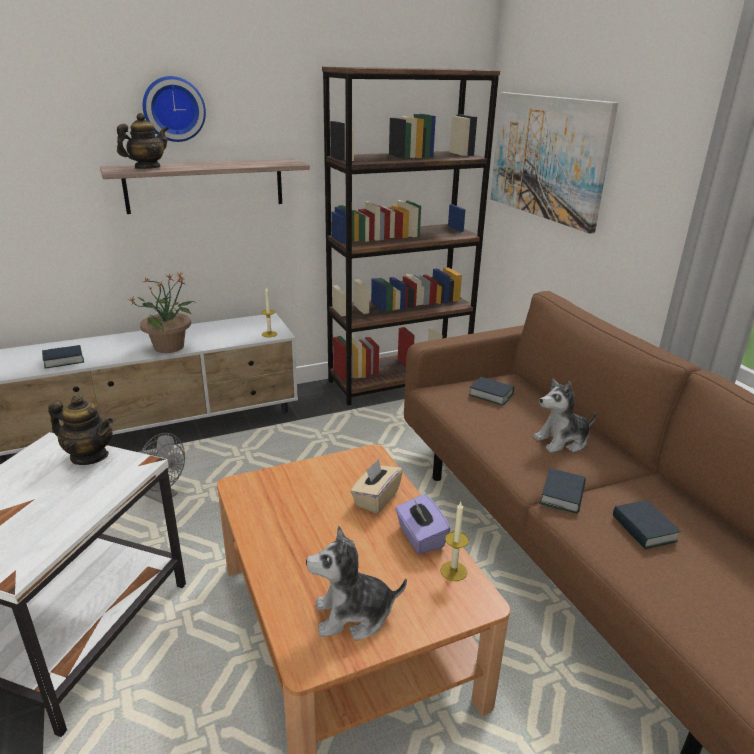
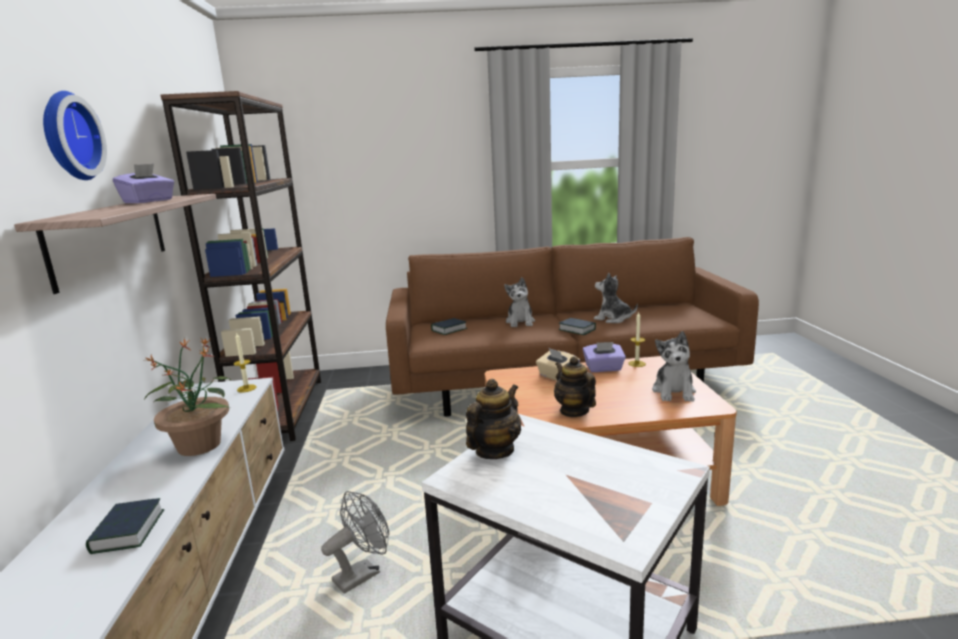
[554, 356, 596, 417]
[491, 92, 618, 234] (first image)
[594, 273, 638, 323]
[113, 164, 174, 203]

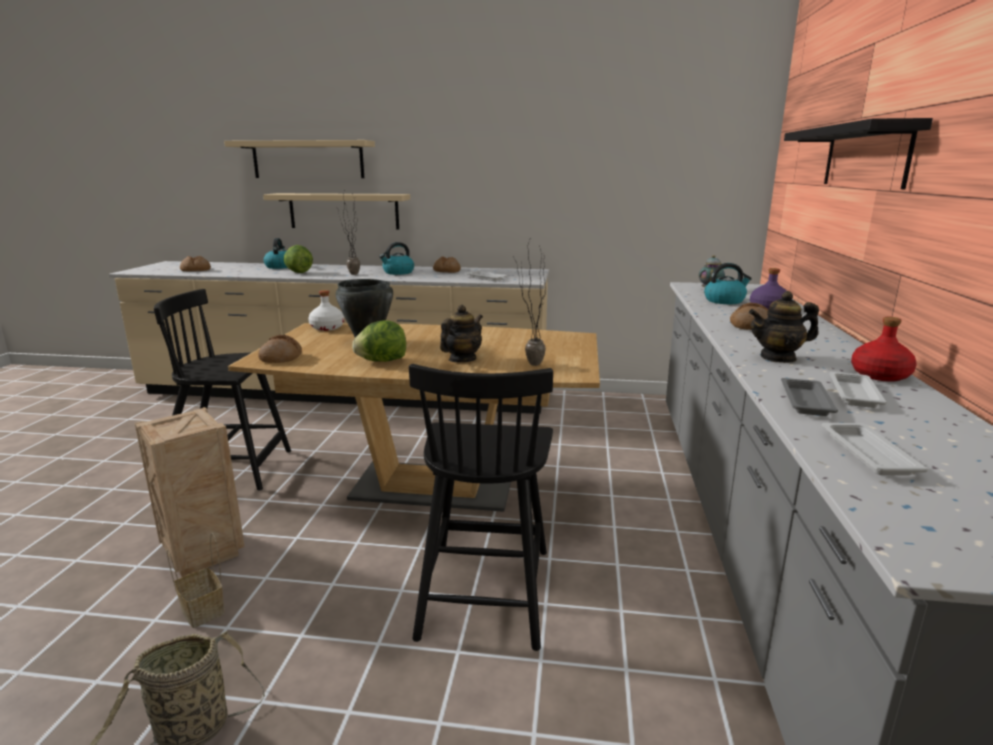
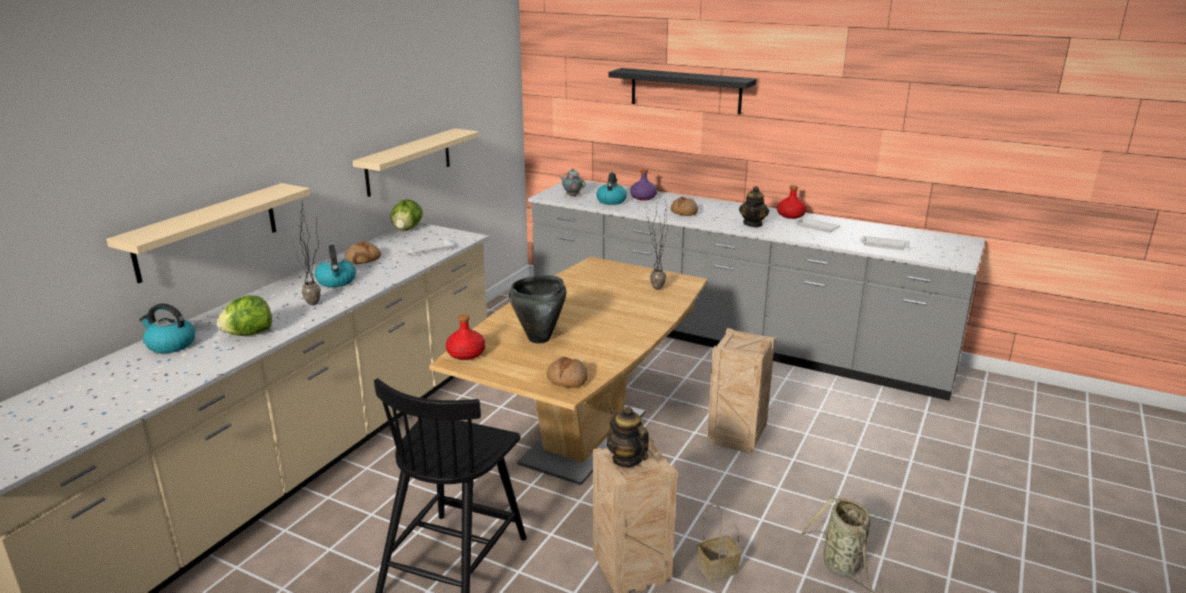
[180, 256, 211, 271] (first image)
[353, 128, 479, 197]
[446, 314, 485, 360]
[391, 199, 423, 231]
[707, 328, 775, 454]
[607, 407, 649, 468]
[781, 378, 838, 416] (first image)

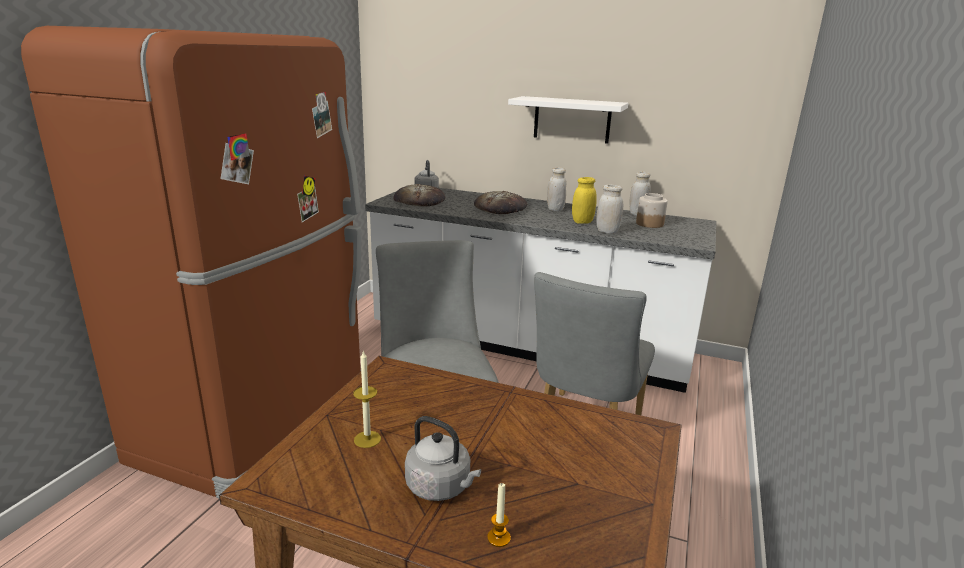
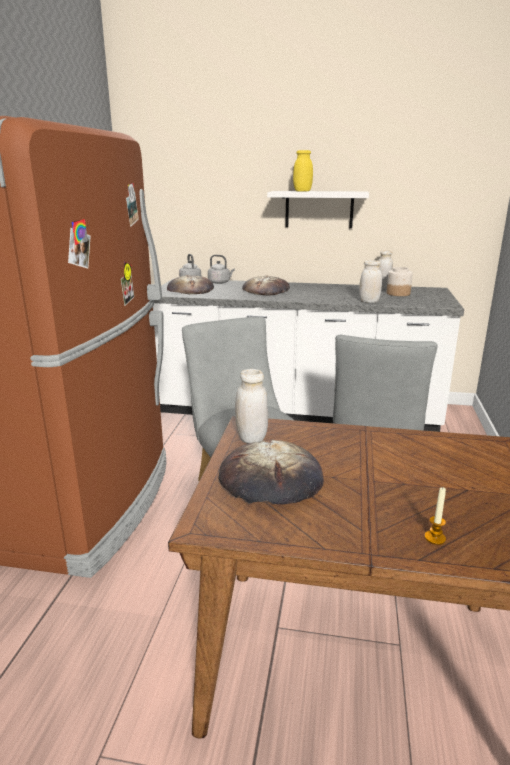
[219, 439, 324, 504]
[208, 255, 235, 284]
[235, 369, 268, 443]
[293, 150, 313, 192]

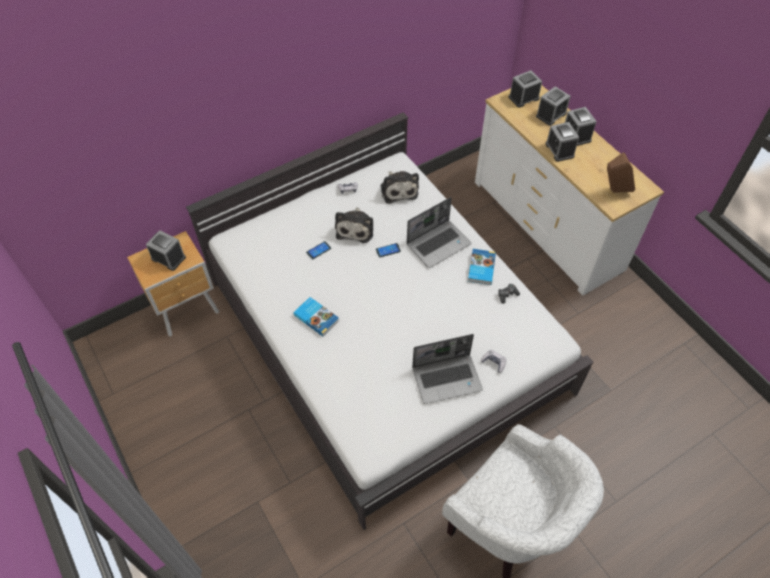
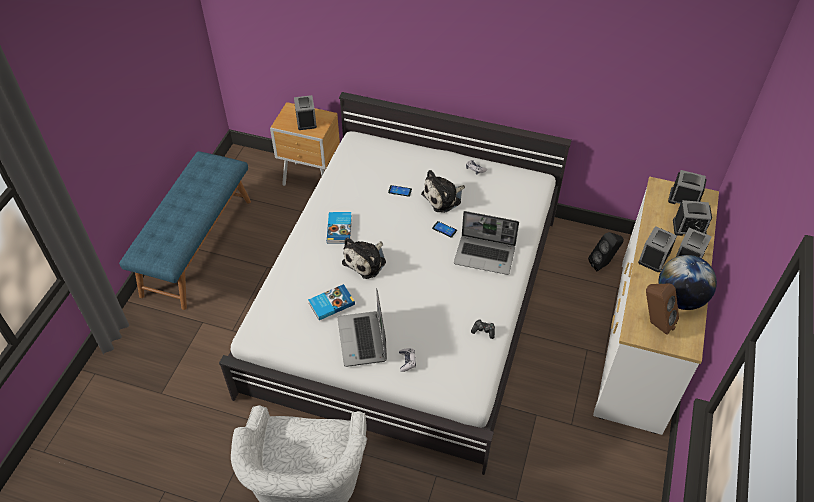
[342, 238, 386, 279]
[338, 288, 387, 367]
[308, 284, 355, 320]
[119, 151, 251, 310]
[588, 232, 624, 271]
[659, 255, 717, 310]

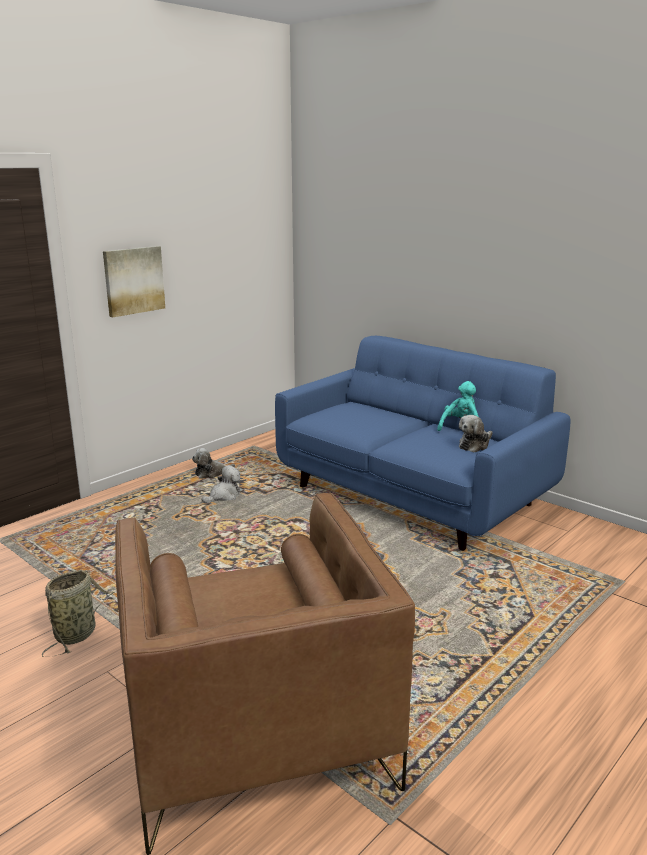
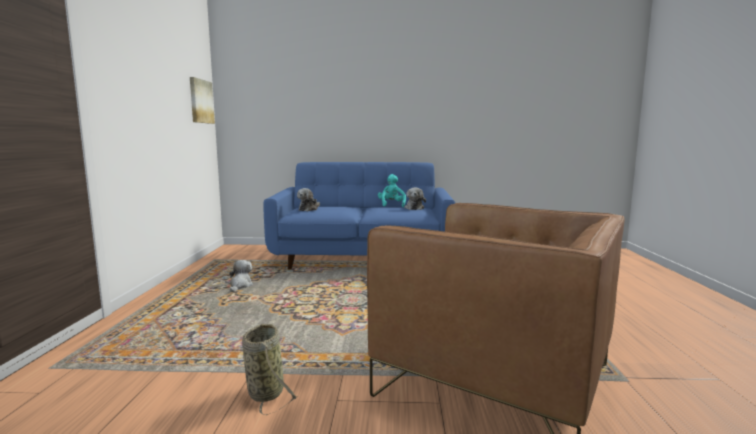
[190, 77, 215, 124]
[297, 188, 320, 211]

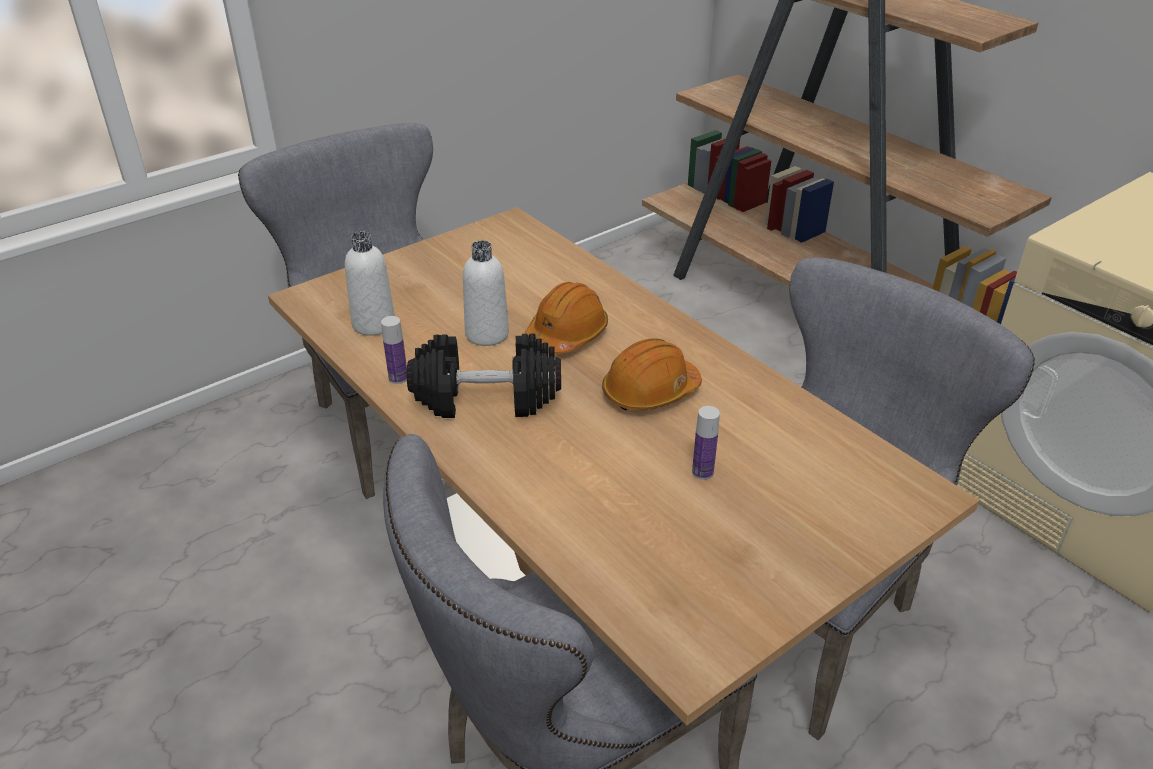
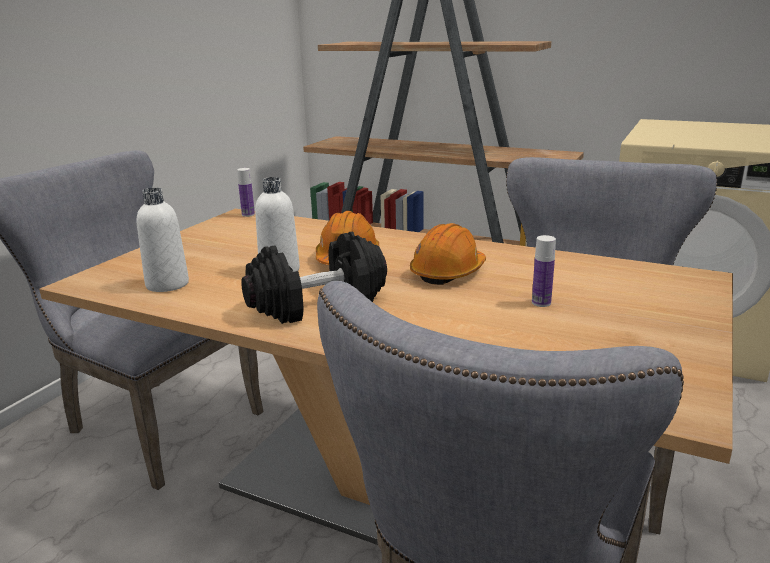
[237, 168, 255, 217]

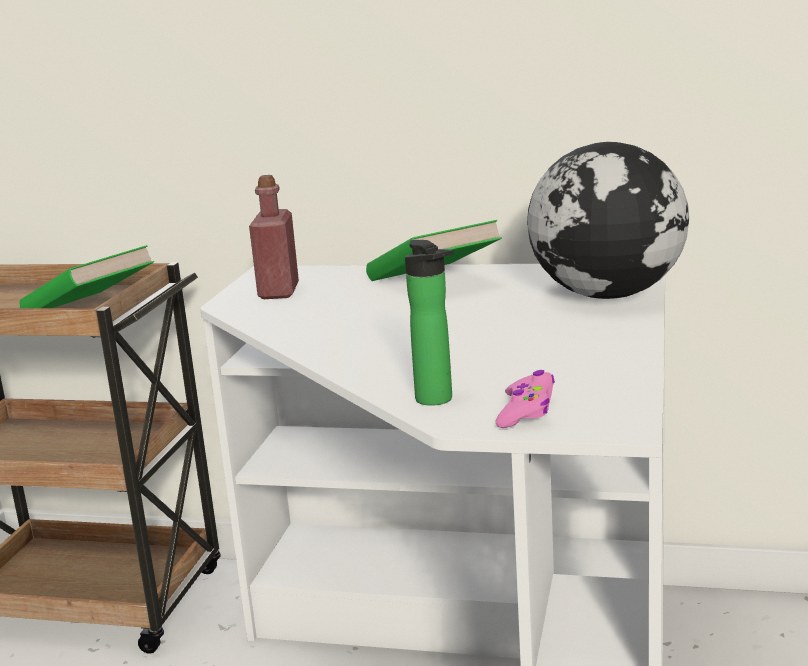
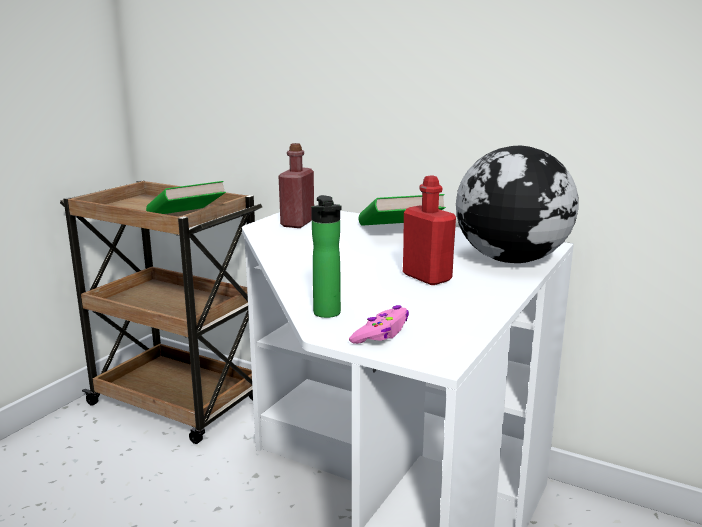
[403, 175, 456, 285]

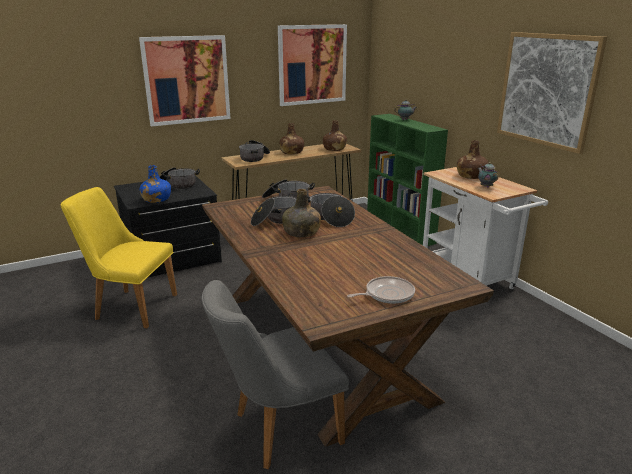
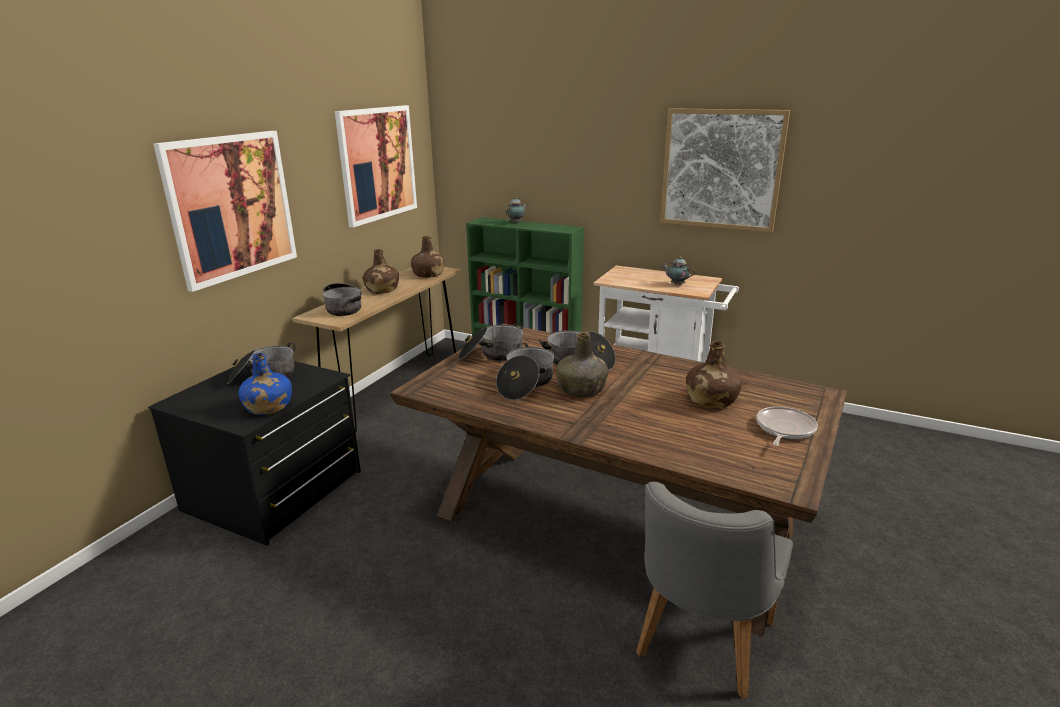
[61, 187, 177, 328] (first image)
[686, 341, 742, 408]

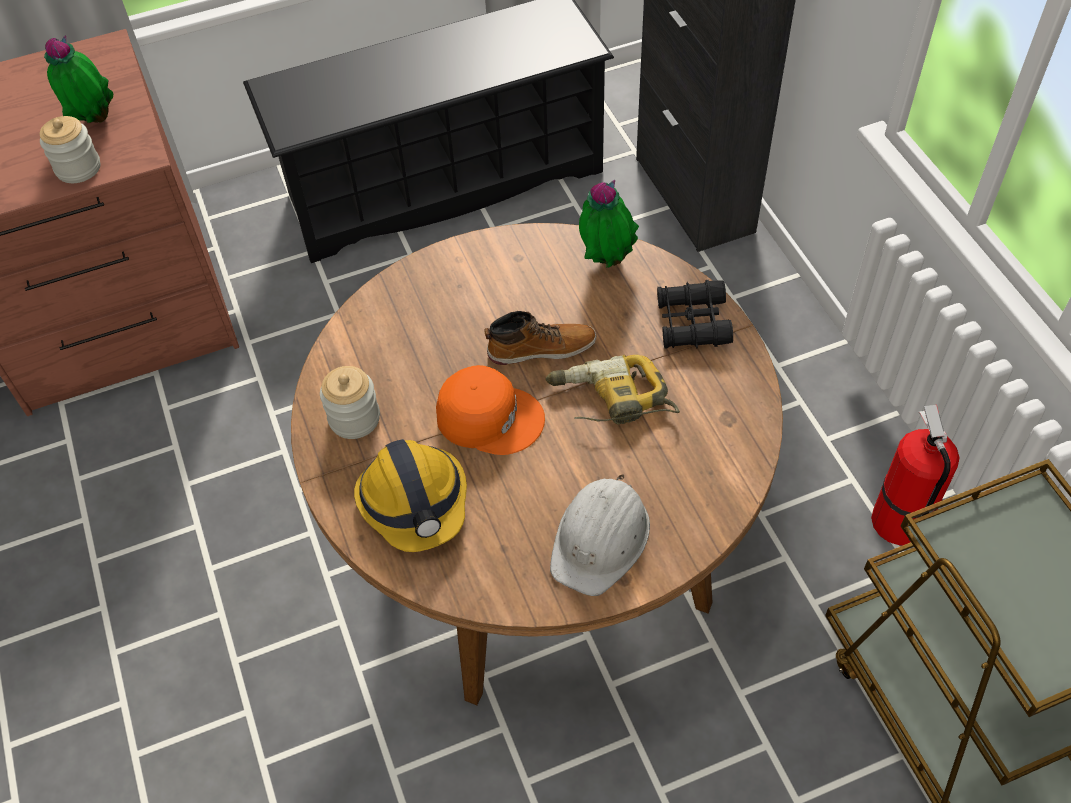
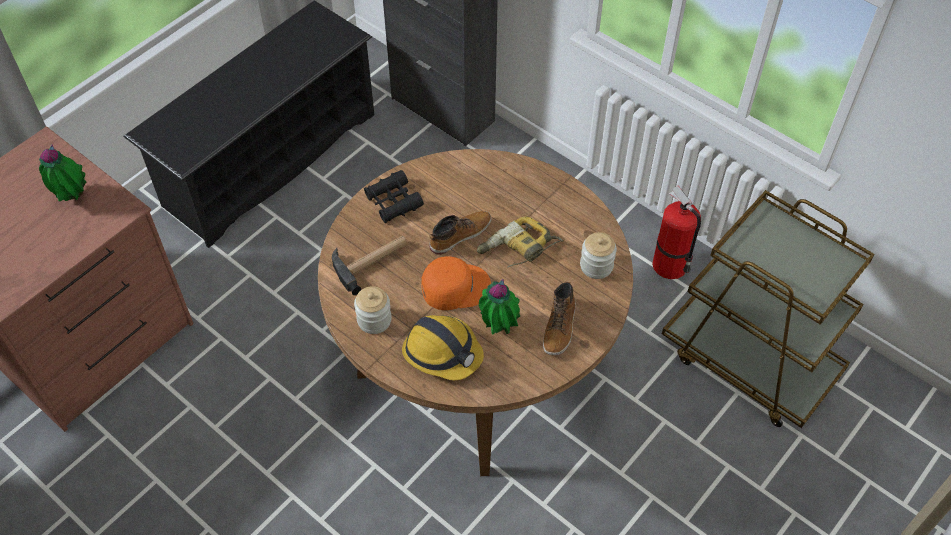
[580, 232, 617, 279]
[543, 281, 576, 356]
[479, 279, 520, 335]
[364, 170, 424, 223]
[332, 235, 407, 295]

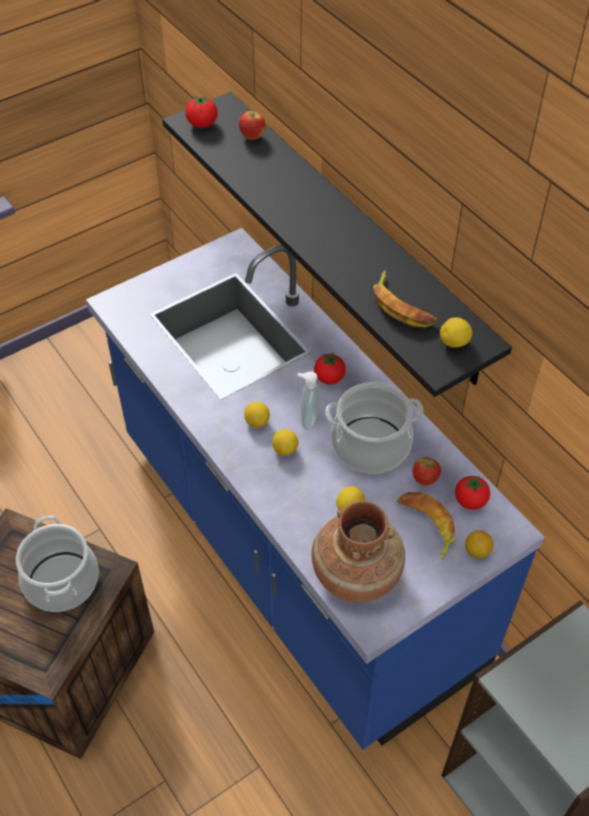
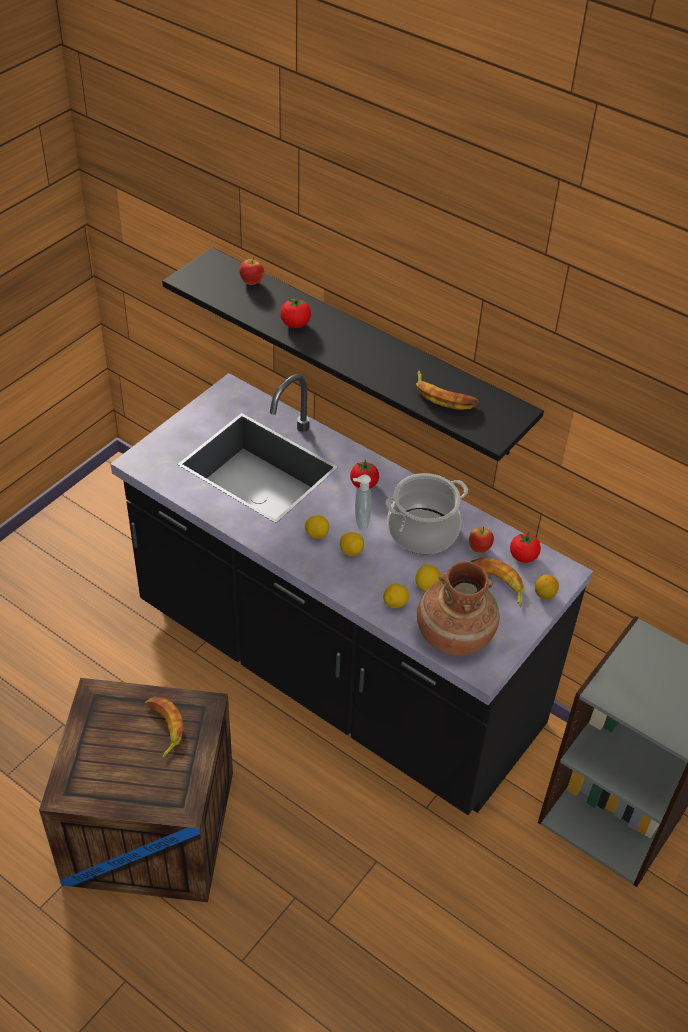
[145, 697, 183, 758]
[111, 373, 593, 815]
[280, 296, 311, 328]
[383, 584, 409, 608]

